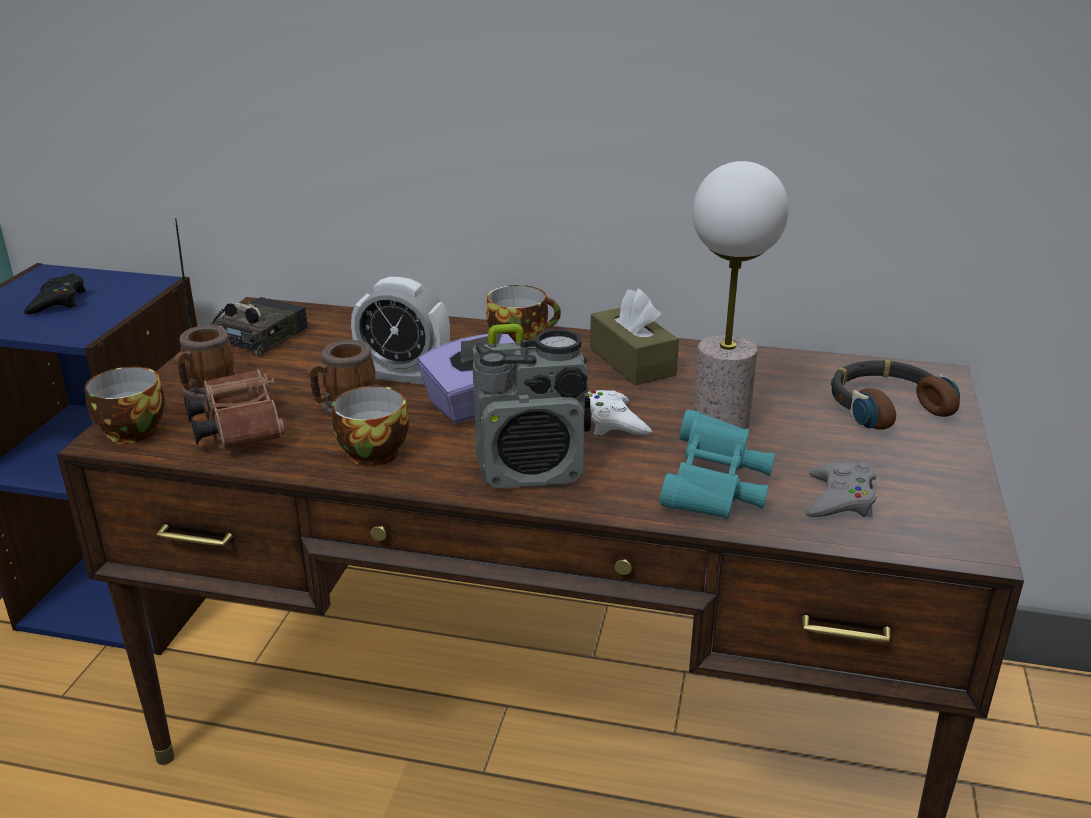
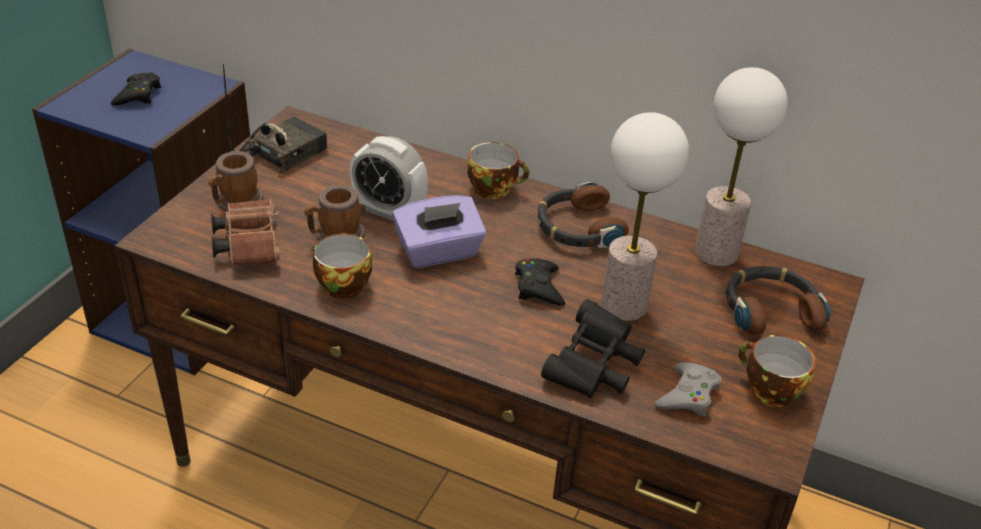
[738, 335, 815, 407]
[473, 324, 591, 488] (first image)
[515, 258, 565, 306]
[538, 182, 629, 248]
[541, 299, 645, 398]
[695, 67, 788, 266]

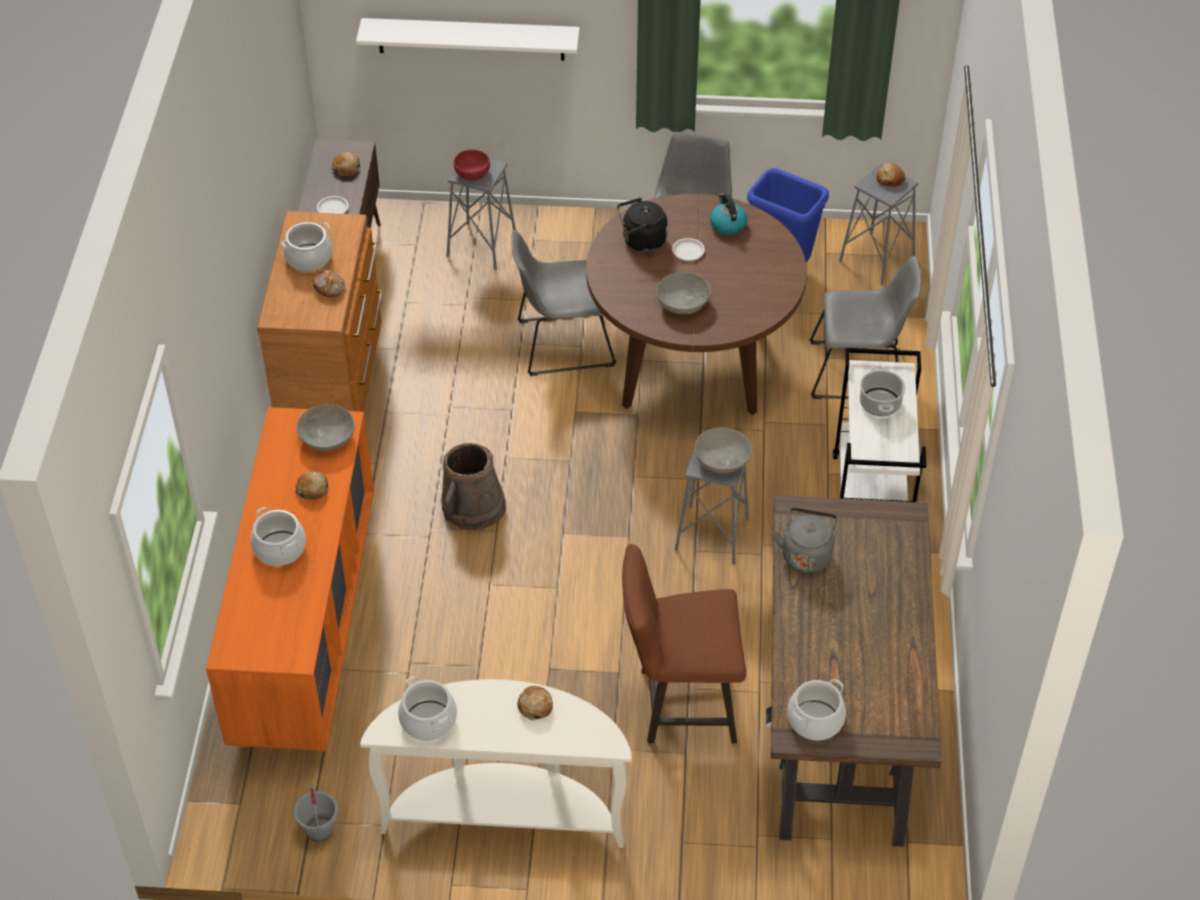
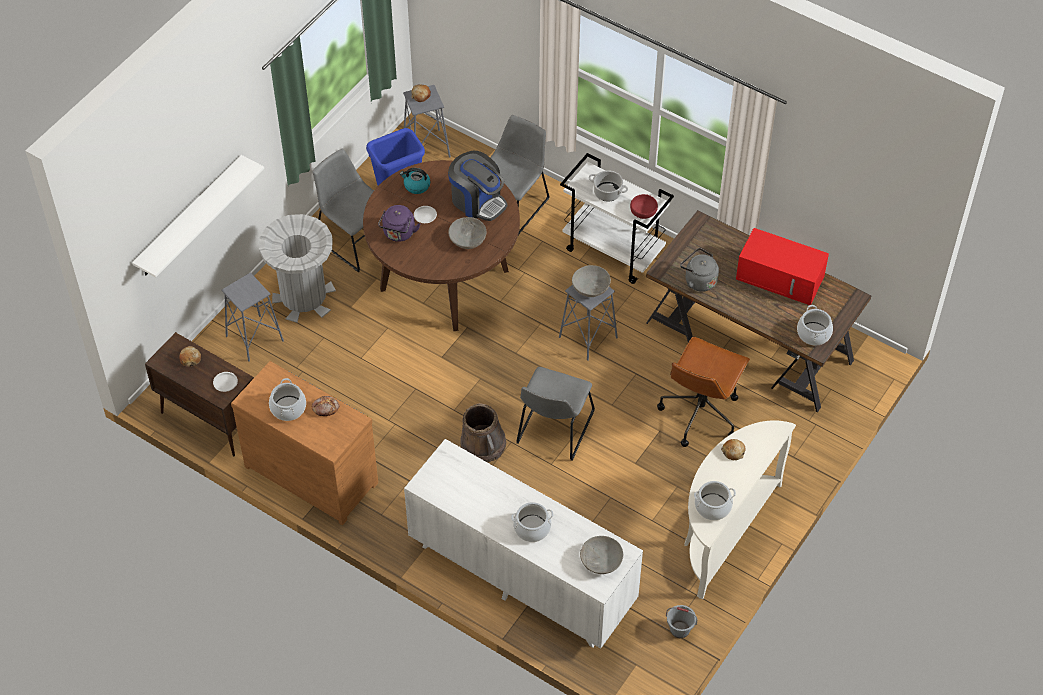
[404, 439, 643, 649]
[295, 471, 329, 500] (first image)
[580, 536, 623, 574]
[630, 194, 658, 219]
[516, 367, 595, 461]
[378, 205, 420, 242]
[657, 336, 750, 447]
[259, 214, 336, 323]
[448, 151, 508, 221]
[736, 228, 829, 305]

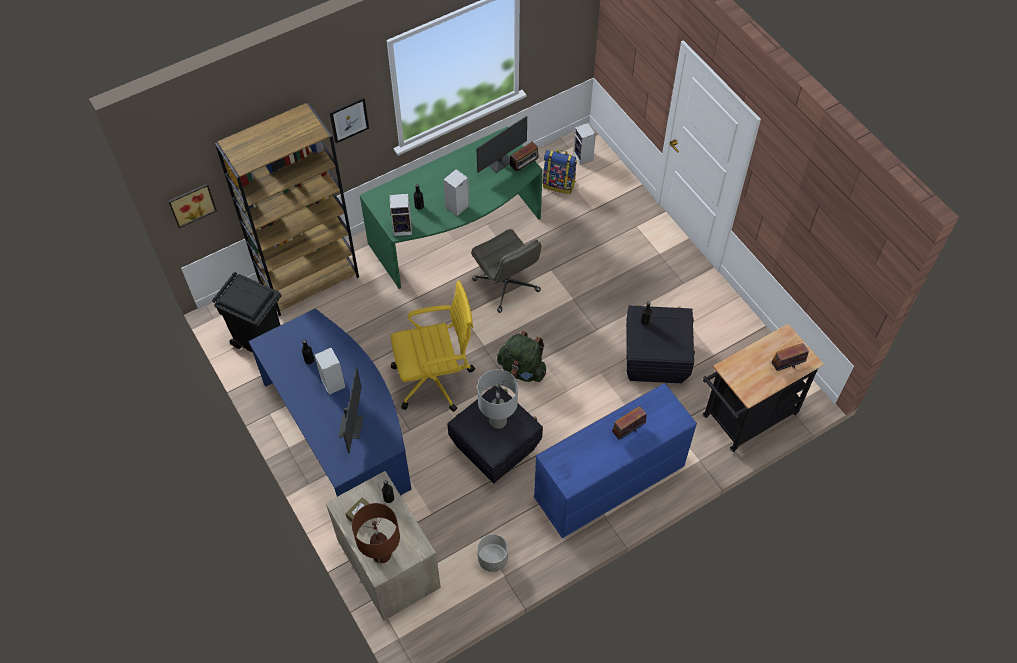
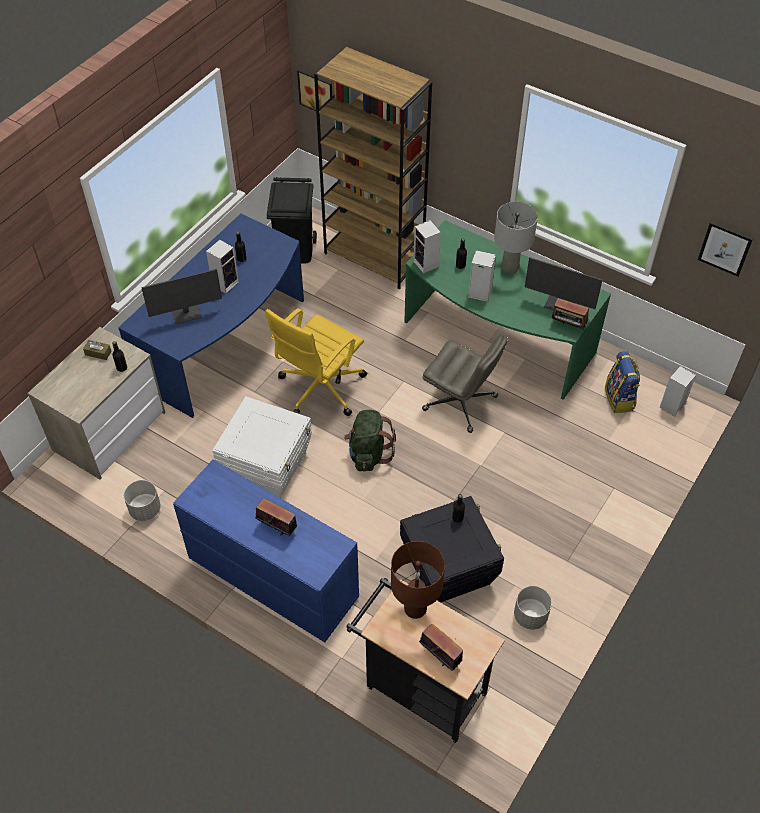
[698, 222, 753, 277]
[391, 541, 445, 619]
[265, 308, 367, 416]
[212, 396, 312, 498]
[422, 335, 508, 433]
[494, 202, 538, 274]
[514, 586, 552, 630]

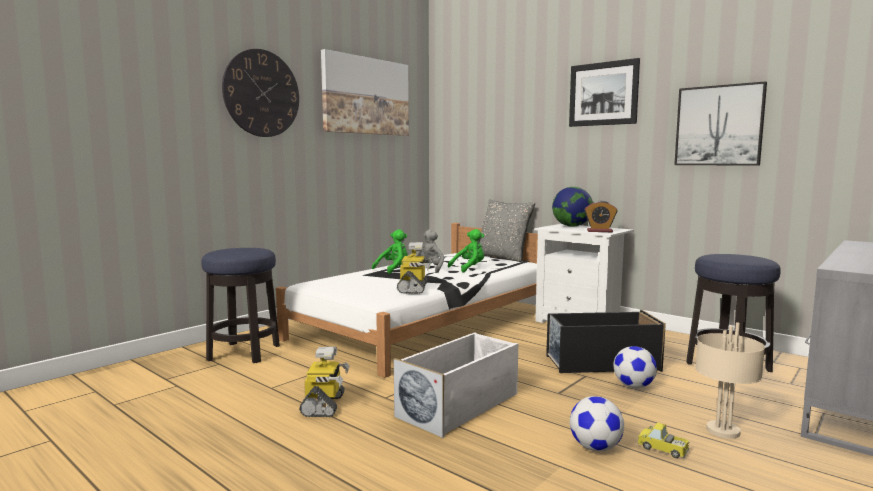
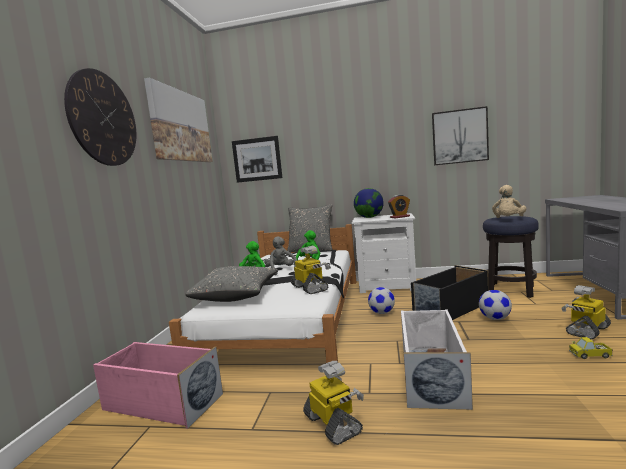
[93, 342, 223, 429]
[232, 136, 282, 183]
[368, 287, 395, 314]
[561, 285, 611, 339]
[185, 266, 277, 302]
[492, 185, 526, 218]

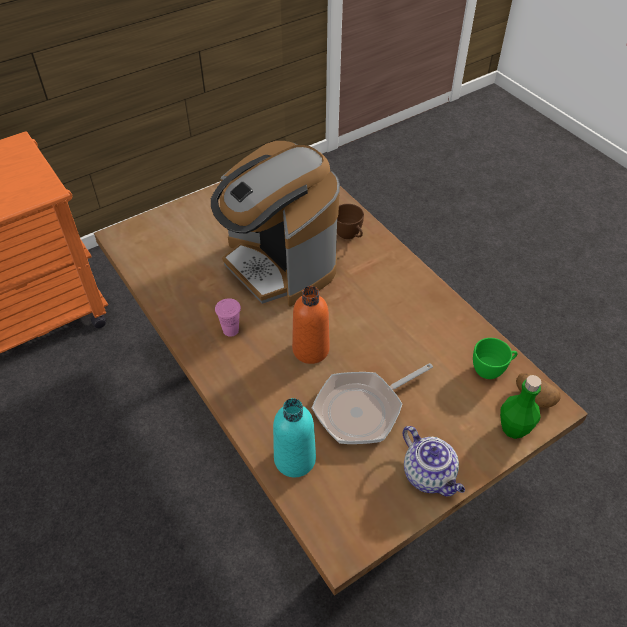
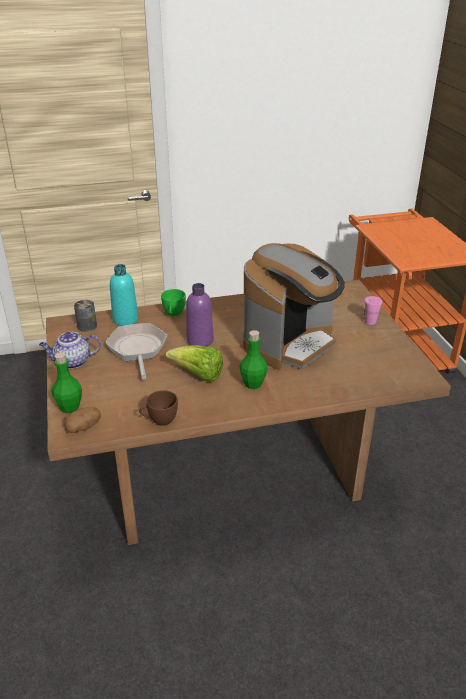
[243, 243, 345, 370]
[364, 296, 383, 325]
[186, 283, 214, 347]
[139, 390, 178, 426]
[161, 289, 186, 316]
[74, 300, 97, 332]
[166, 345, 223, 382]
[239, 330, 268, 389]

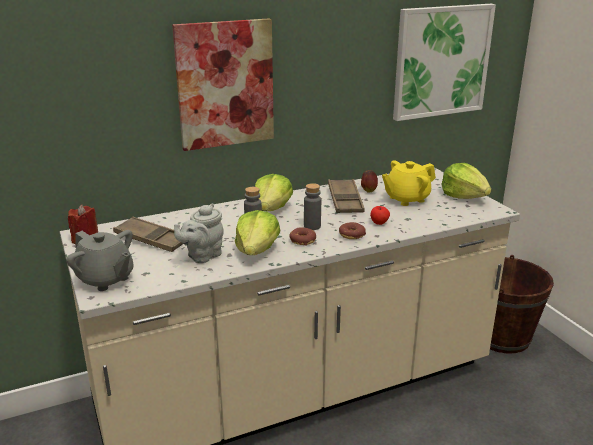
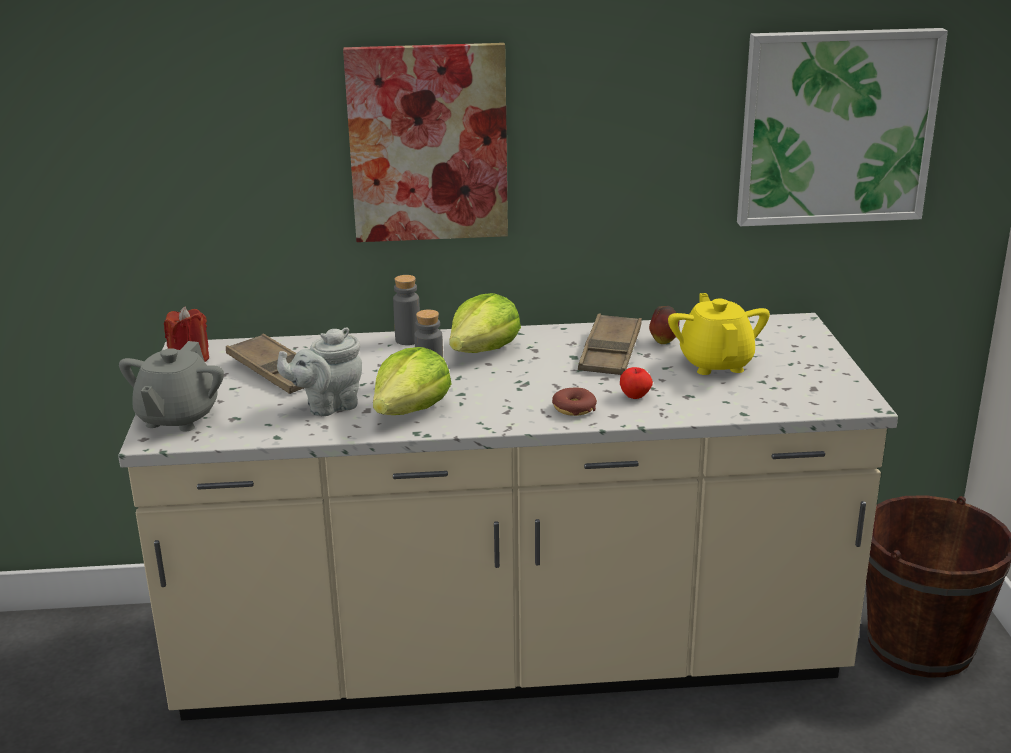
[119, 341, 224, 432]
[289, 228, 316, 246] (first image)
[393, 275, 420, 345]
[668, 293, 770, 375]
[441, 163, 491, 199] (first image)

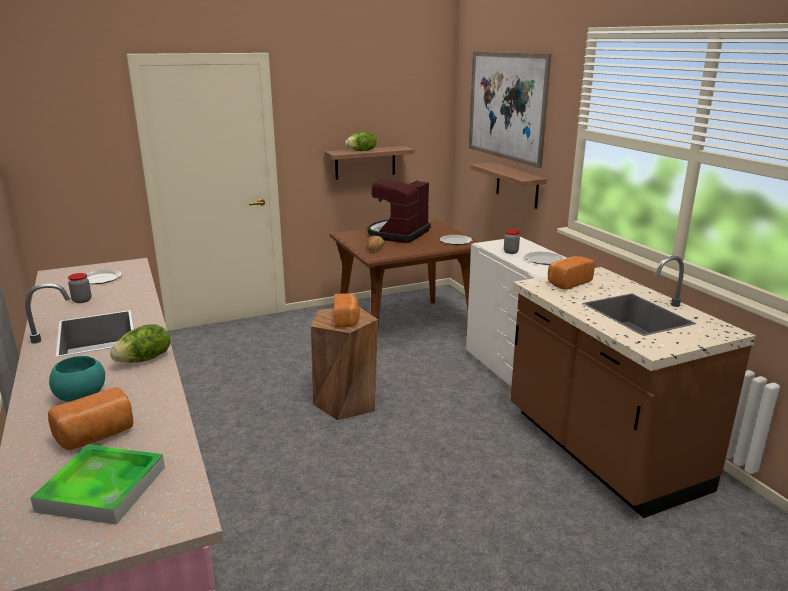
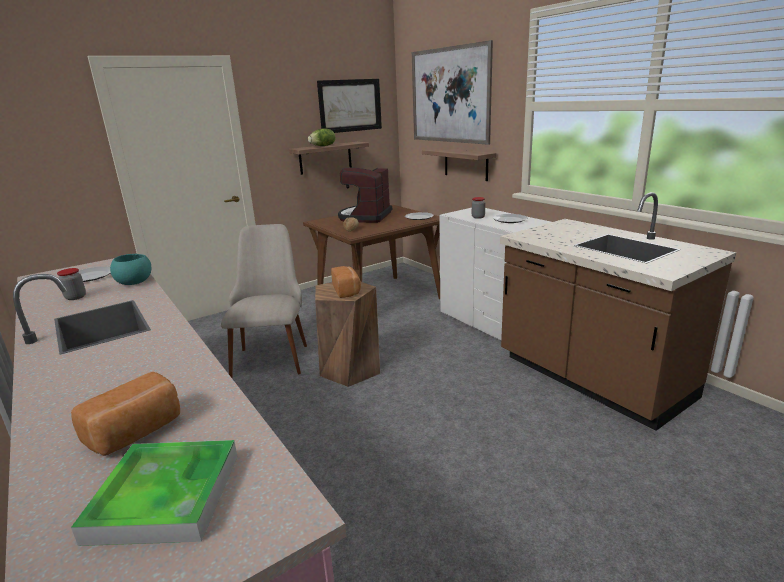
[110, 254, 151, 285]
[110, 324, 171, 363] (first image)
[548, 256, 595, 290] (first image)
[221, 224, 307, 378]
[317, 79, 382, 133]

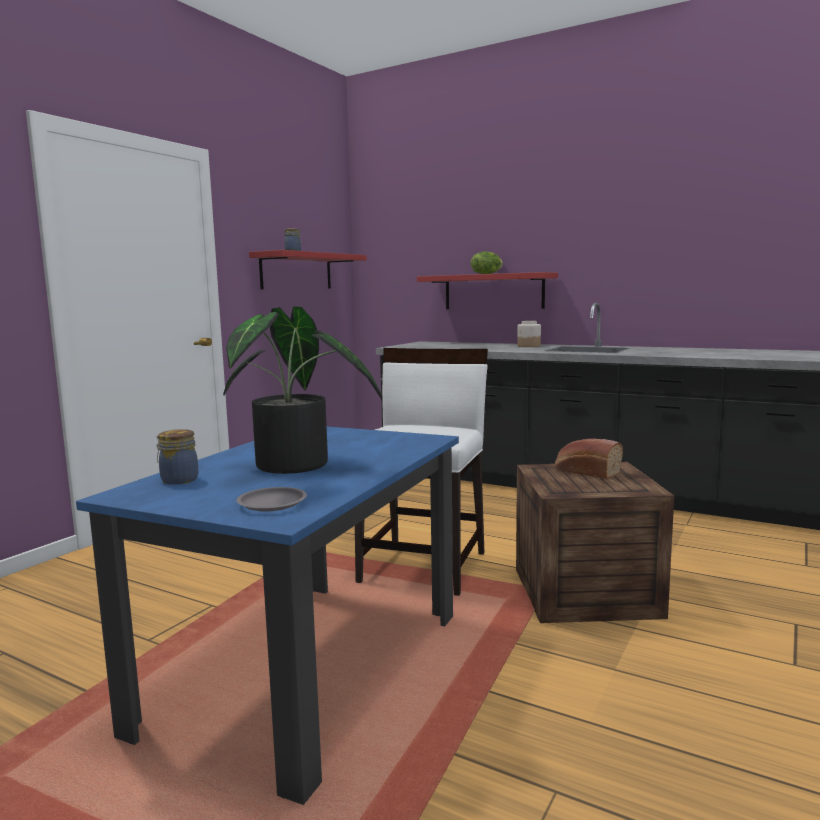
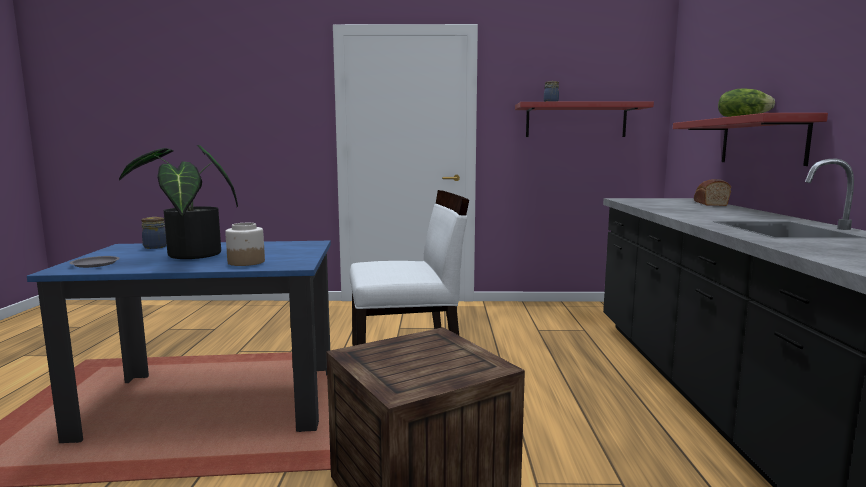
[225, 223, 265, 266]
[694, 179, 731, 206]

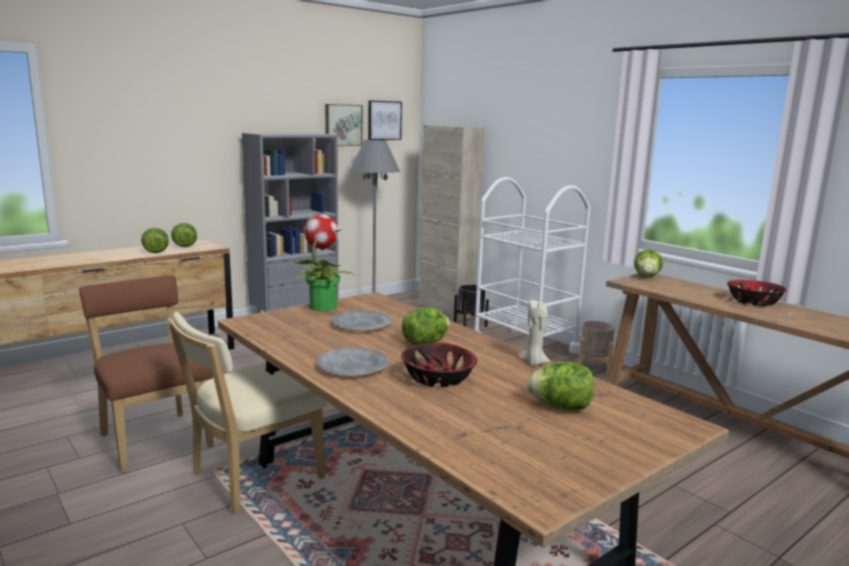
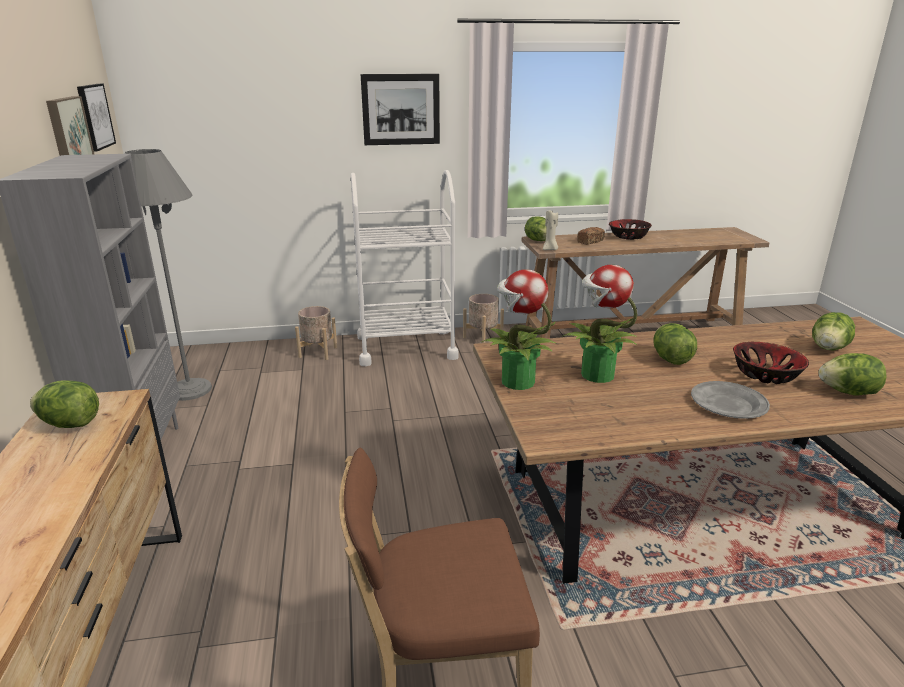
[819, 353, 886, 395]
[168, 312, 327, 513] (first image)
[562, 265, 638, 383]
[419, 125, 484, 317] (first image)
[295, 306, 337, 360]
[543, 209, 558, 250]
[361, 74, 440, 145]
[577, 227, 605, 245]

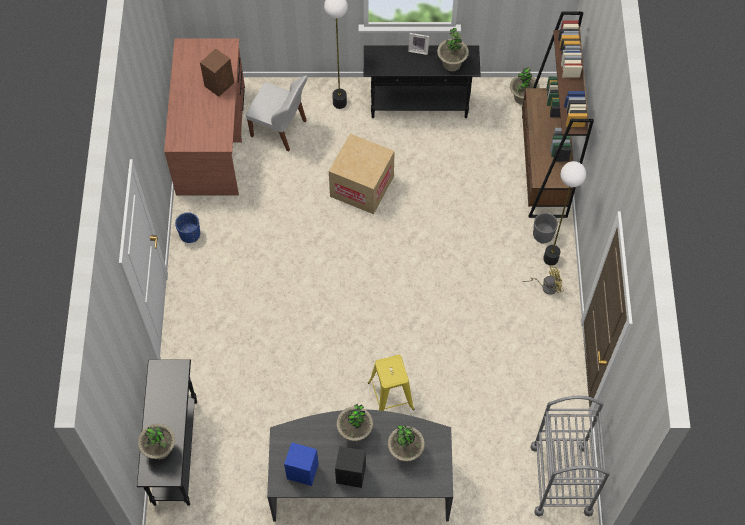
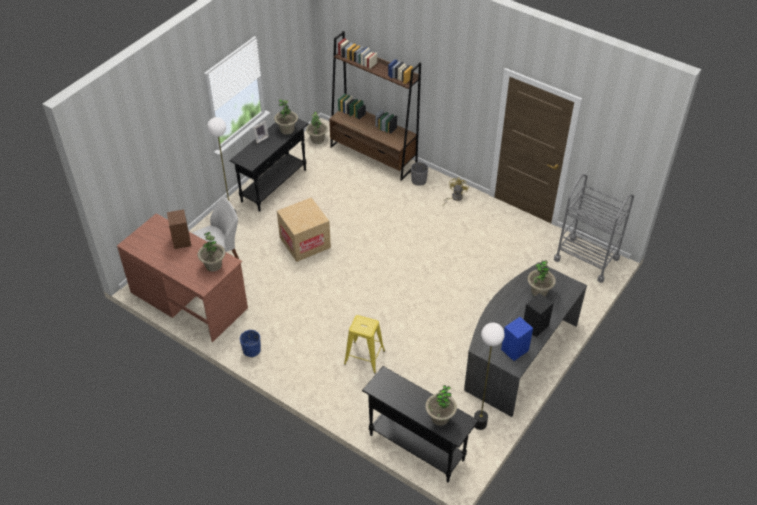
[197, 232, 225, 272]
[344, 315, 385, 373]
[474, 323, 505, 430]

